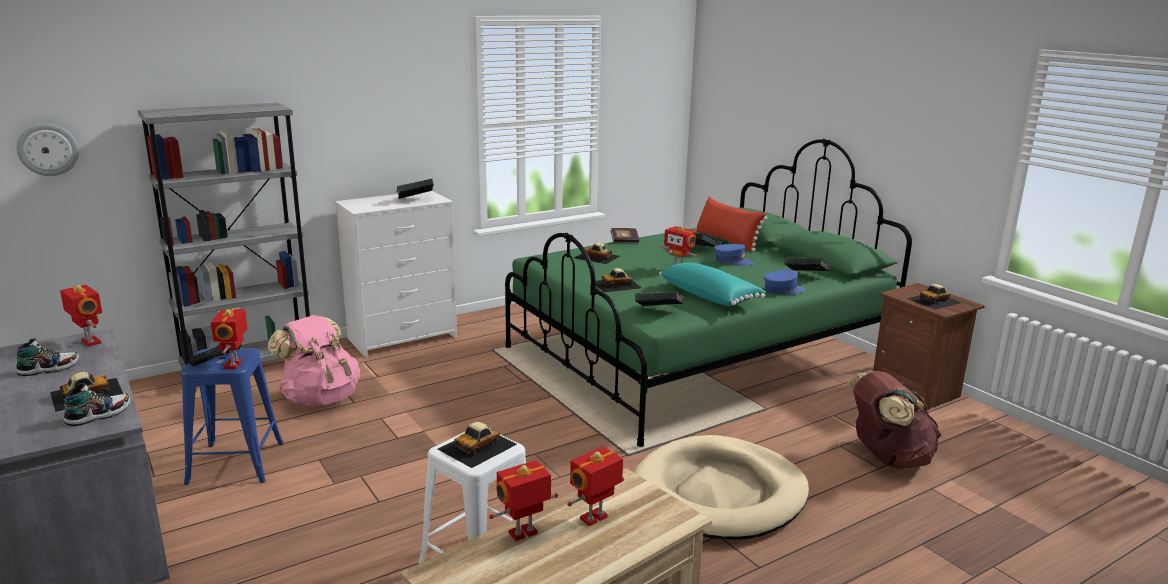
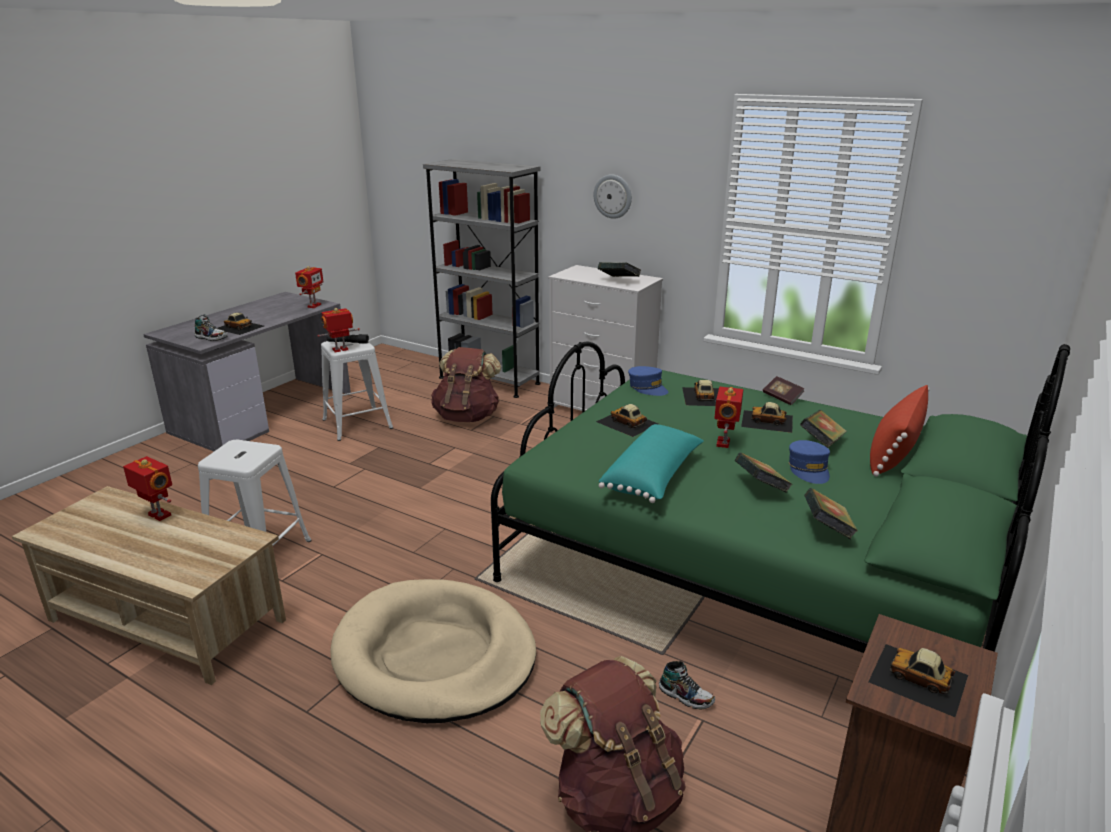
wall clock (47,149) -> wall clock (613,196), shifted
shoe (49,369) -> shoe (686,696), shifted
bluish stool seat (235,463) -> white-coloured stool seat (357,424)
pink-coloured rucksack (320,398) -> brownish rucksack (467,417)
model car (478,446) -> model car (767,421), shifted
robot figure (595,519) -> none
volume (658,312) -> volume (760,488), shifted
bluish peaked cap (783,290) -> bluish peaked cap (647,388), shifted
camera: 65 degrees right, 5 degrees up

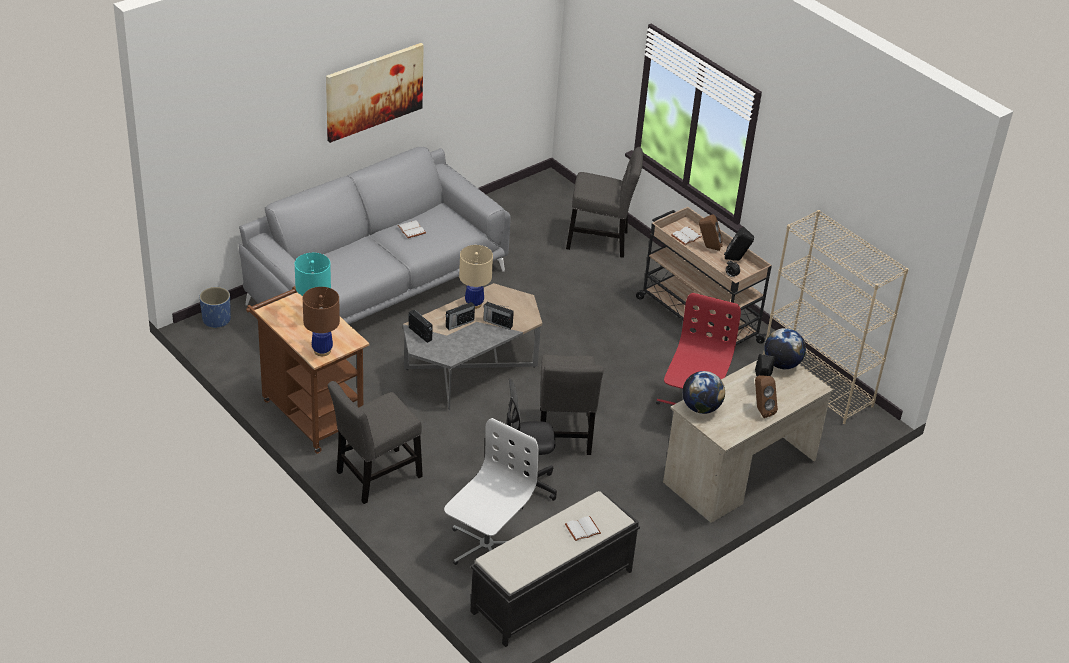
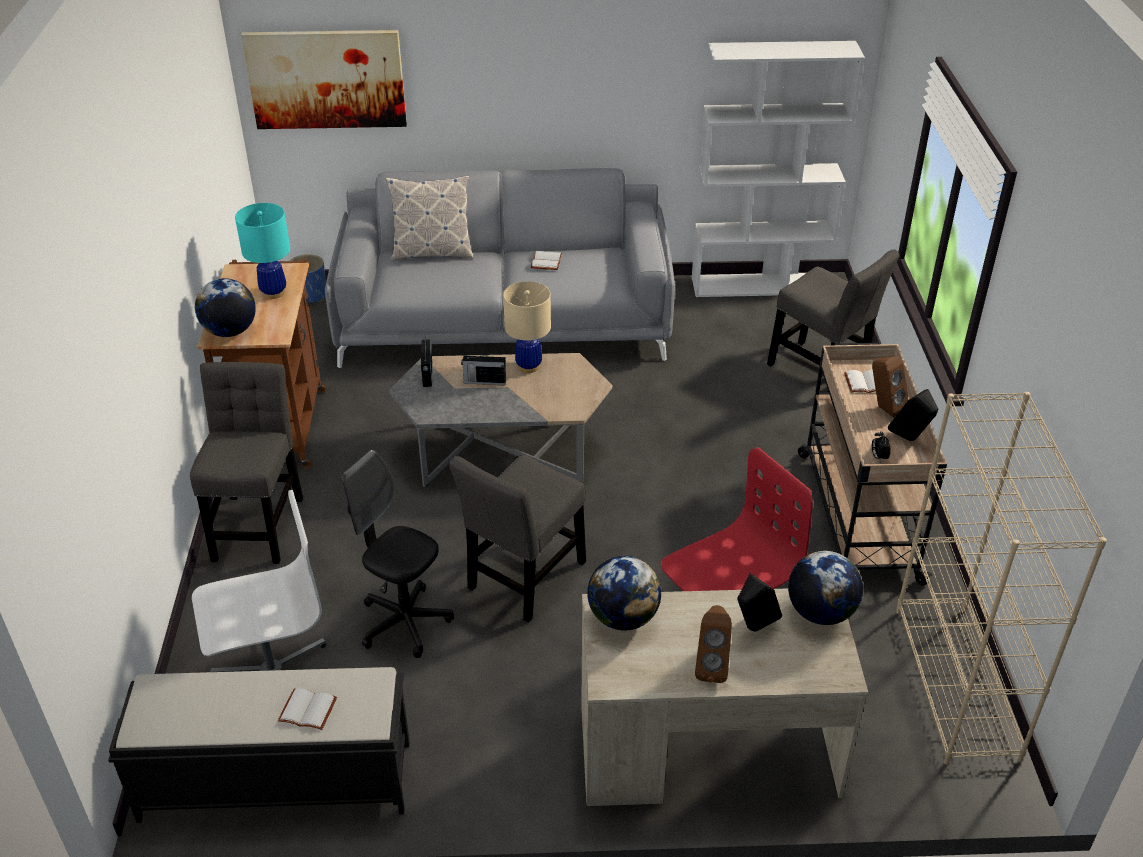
brownish table lamp (322,351) -> world globe (230,331)
wall art (374,91) -> wall art (326,79), shifted
greyish plain chair (375,476) -> greyish plain chair (258,524), 90 degrees clockwise
radio receiver (497,323) -> none
none -> throw pillow (432,252)
none -> white-coloured shelving unit (759,285)
camera: 40 degrees right, 0 degrees up

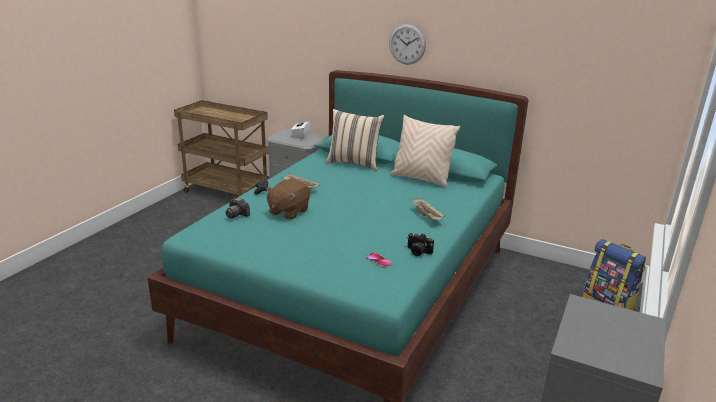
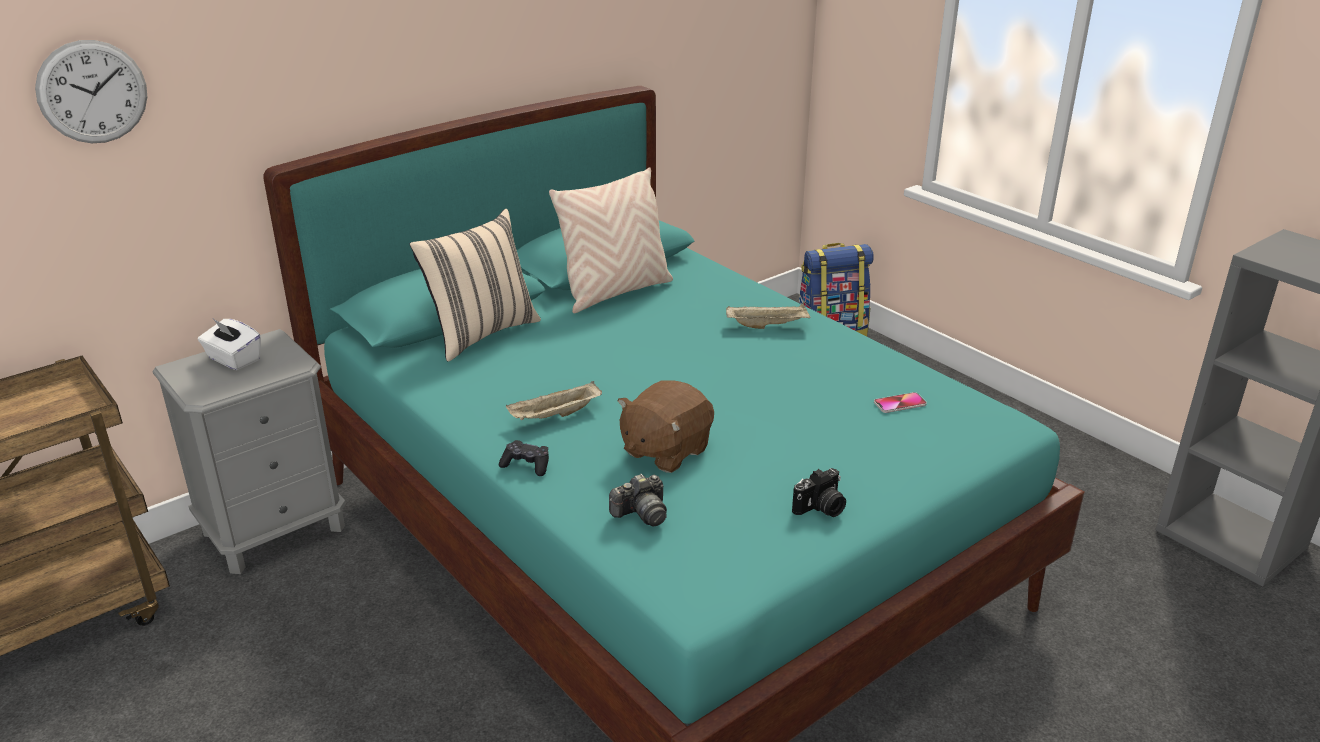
brownish soft toy (288,211) -> brownish soft toy (665,451), 75 degrees clockwise
wall clock (407,44) -> wall clock (92,92), shifted
photo camera (418,252) -> photo camera (821,508), shifted
camera: 65 degrees left, 5 degrees up

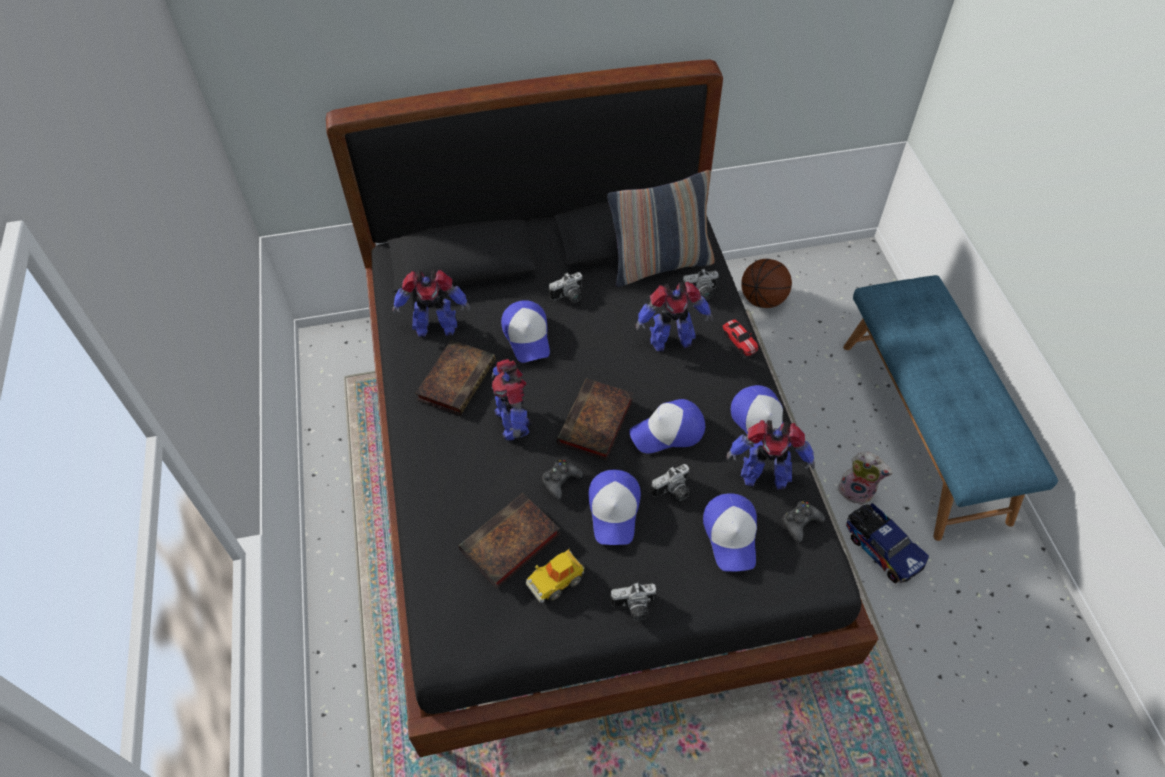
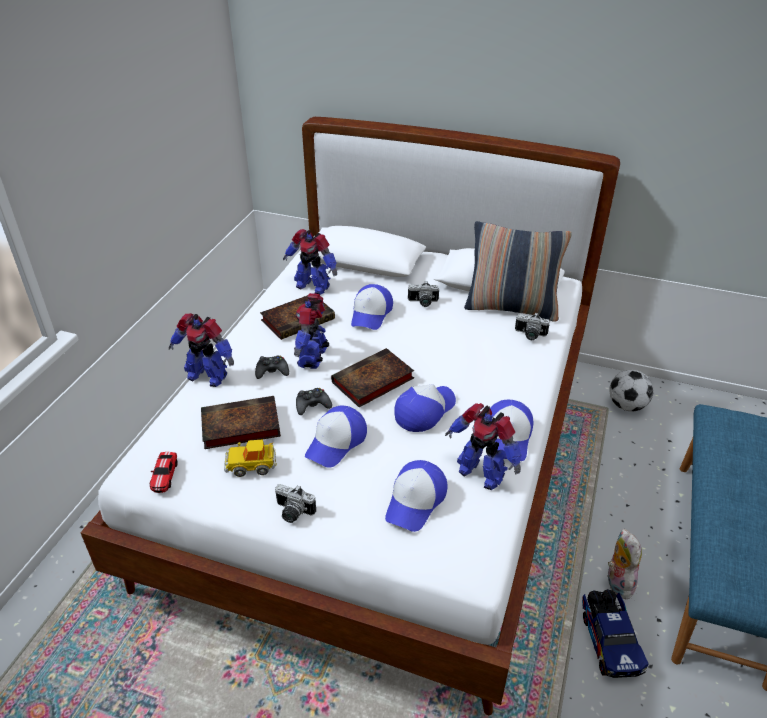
black bed (585,478) -> white-coloured bed (384,465)
peaked cap (668,432) -> peaked cap (424,411), 120 degrees clockwise
robot figure (670,339) -> robot figure (207,376), shifted
photo camera (673,492) -> none
model car (740,340) -> model car (165,475), shifted
basketball ball (763,299) -> ball for football (626,406)
black joypad (800,523) -> black joypad (272,371), shifted
soft toy (857,490) -> soft toy (617,582), 150 degrees counterclockwise
camera: 30 degrees right, 15 degrees down

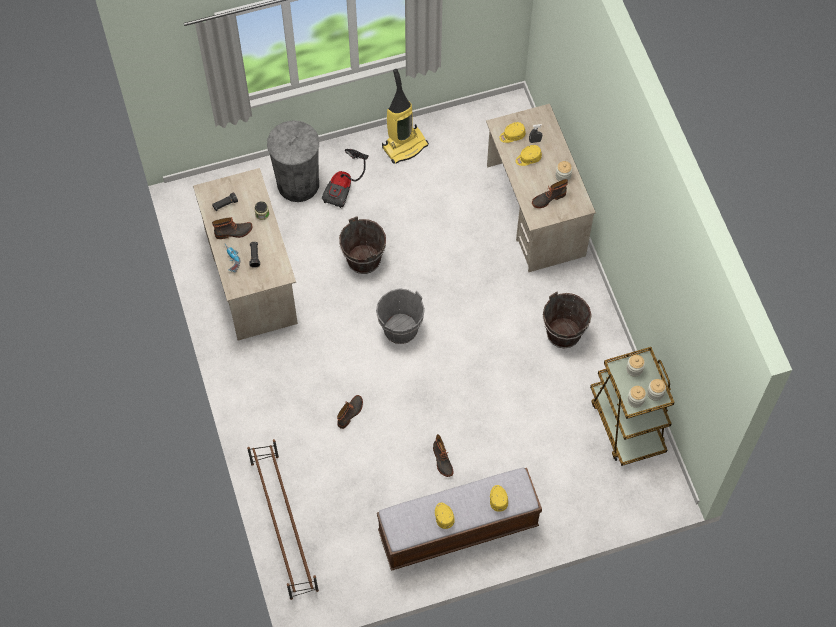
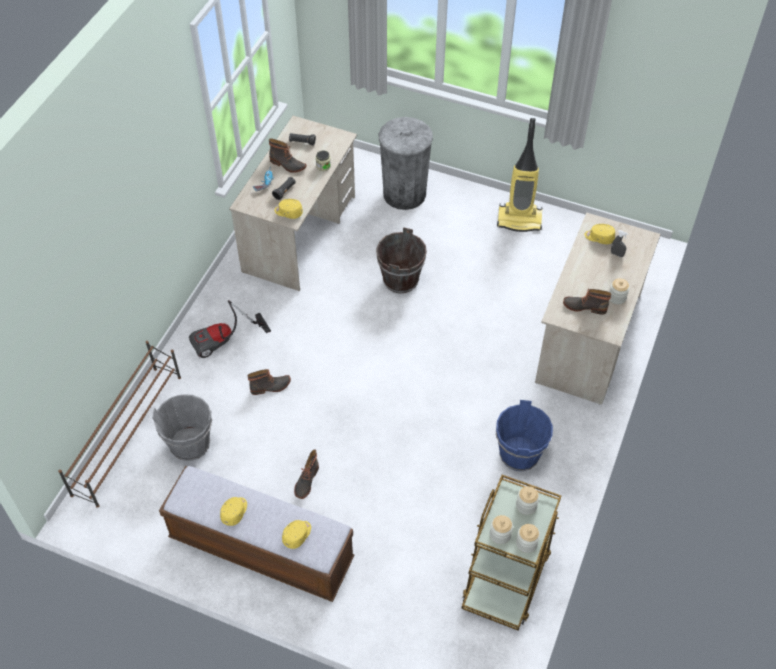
hoover (345,185) -> hoover (224,342), shifted
greyish pail (400,329) -> greyish pail (190,444), shifted
yellow peaked cap (528,158) -> yellow peaked cap (288,212), shifted
brownish pail (563,333) -> bluish pail (519,454)
camera: 40 degrees right, 10 degrees down

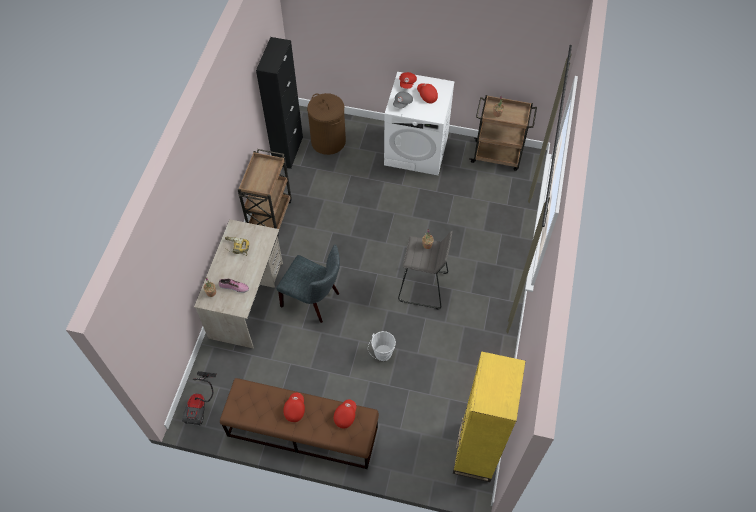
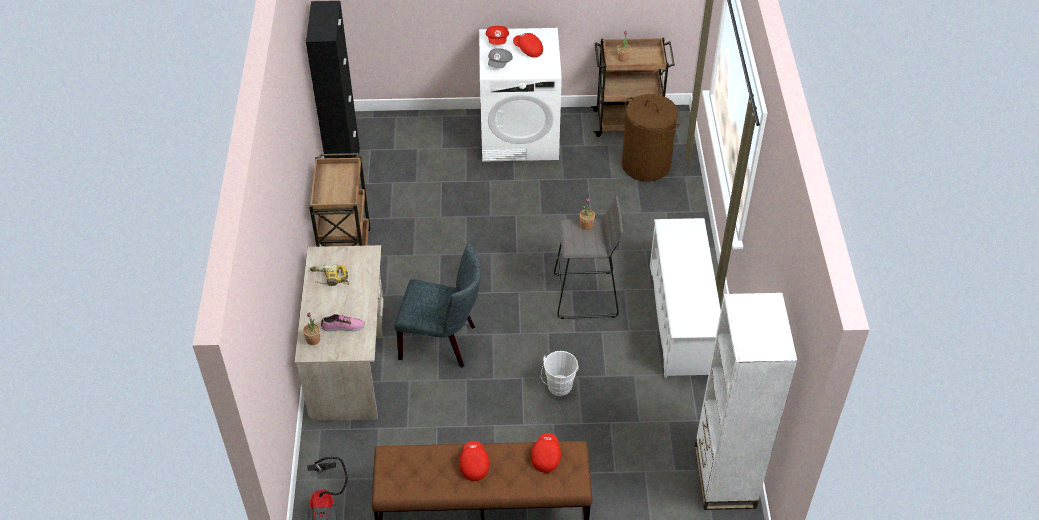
brownish hamper (328,141) -> brownish hamper (646,165), shifted
yellow shelving unit (475,451) -> white-coloured shelving unit (724,476)
none -> white-coloured shoe rack (681,319)
camera: 15 degrees left, 10 degrees down

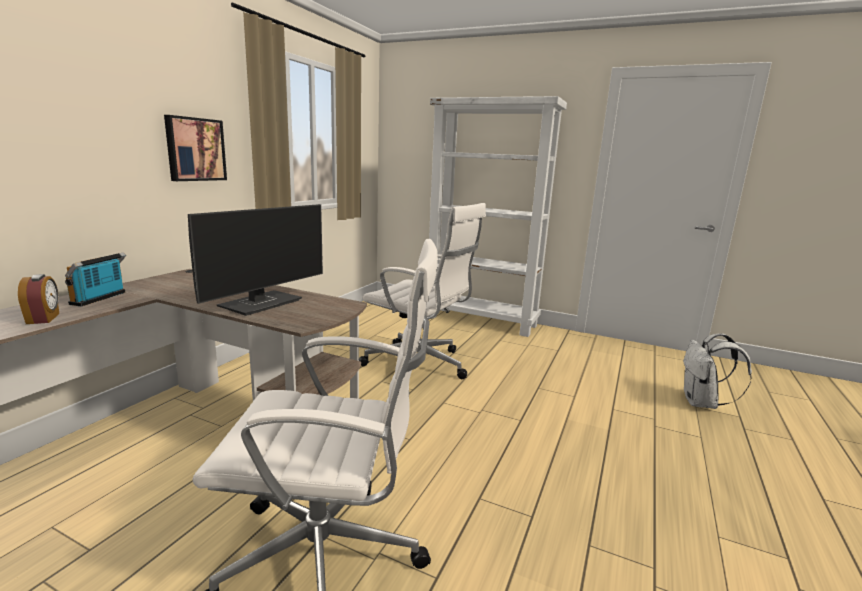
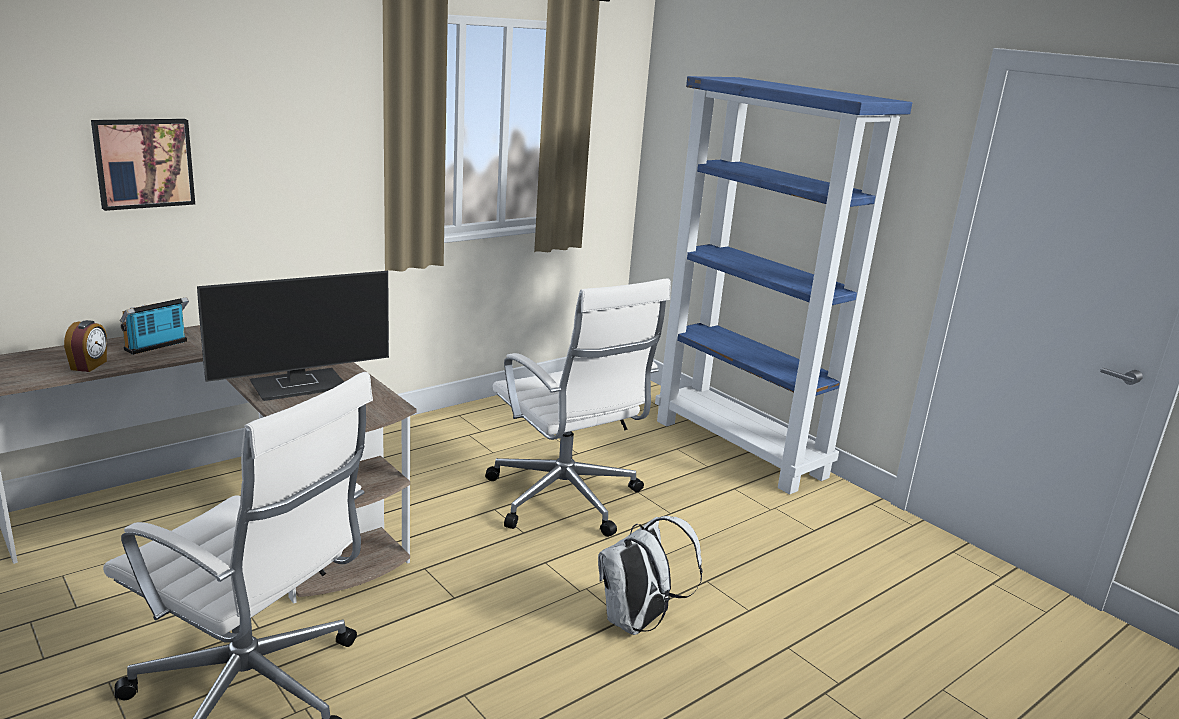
wall art (195,149) -> wall art (143,163), shifted
white-coloured shelving unit (481,321) -> bluish shelving unit (741,448)
white-coloured rucksack (702,403) -> white-coloured rucksack (638,623), shifted
camera: 25 degrees right, 5 degrees up

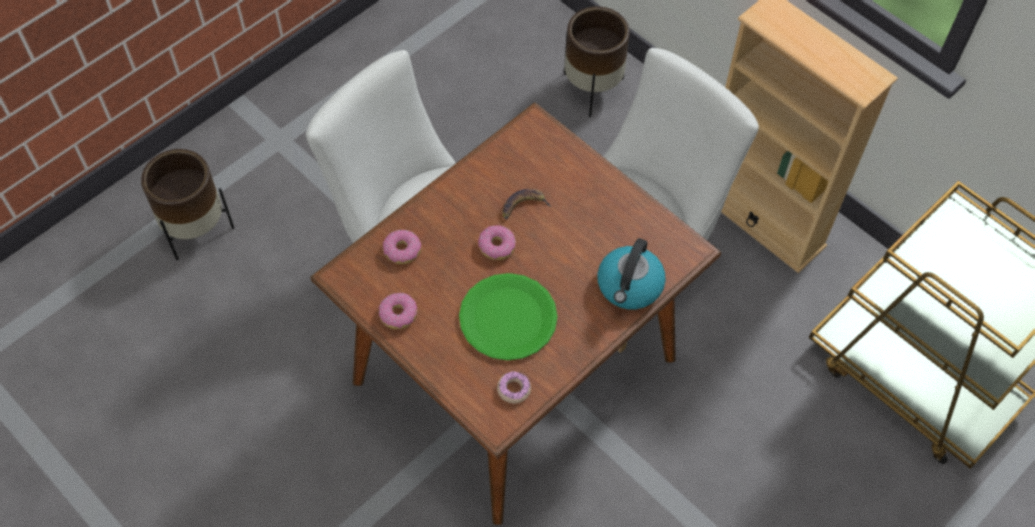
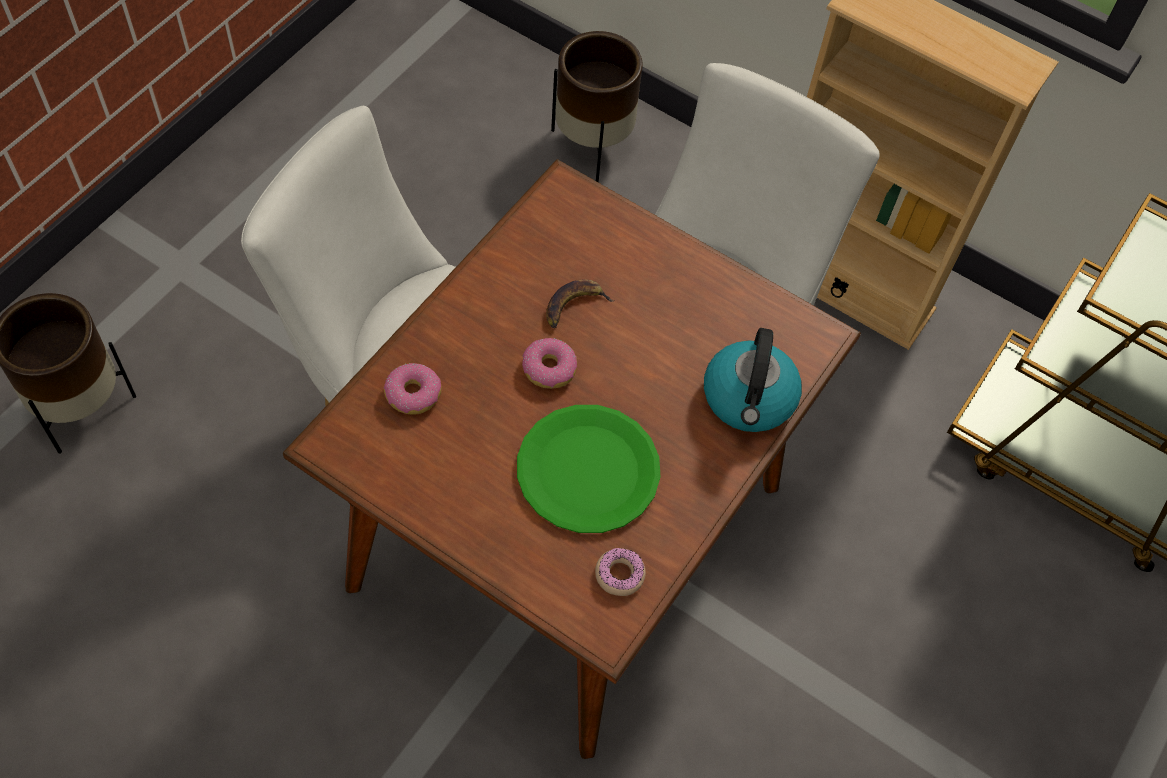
donut (398,315) -> none
camera: 15 degrees left, 0 degrees up

